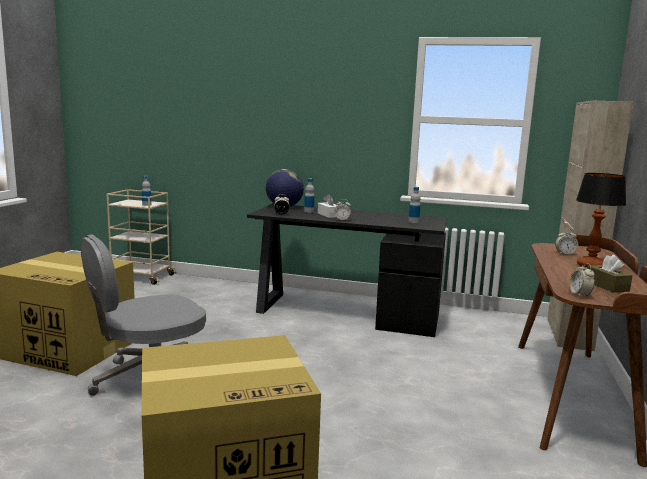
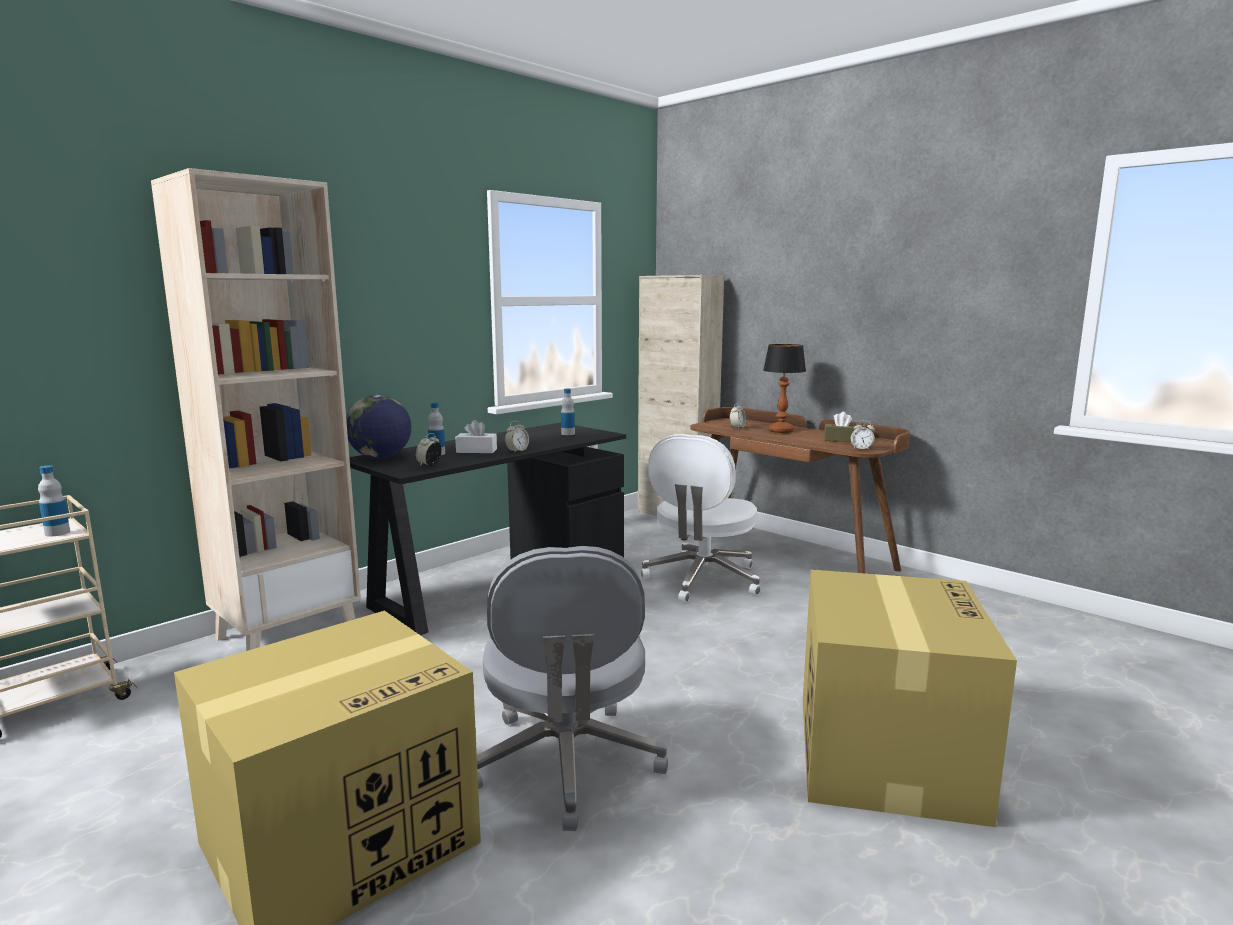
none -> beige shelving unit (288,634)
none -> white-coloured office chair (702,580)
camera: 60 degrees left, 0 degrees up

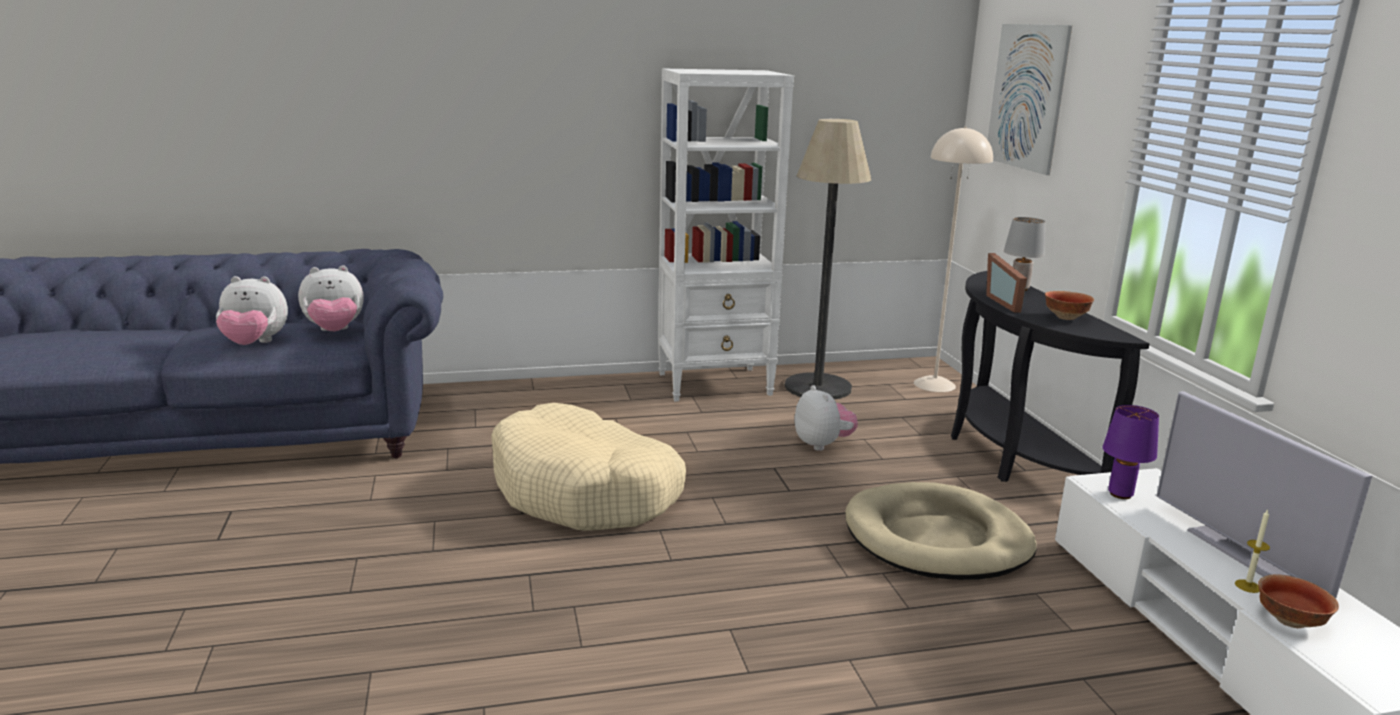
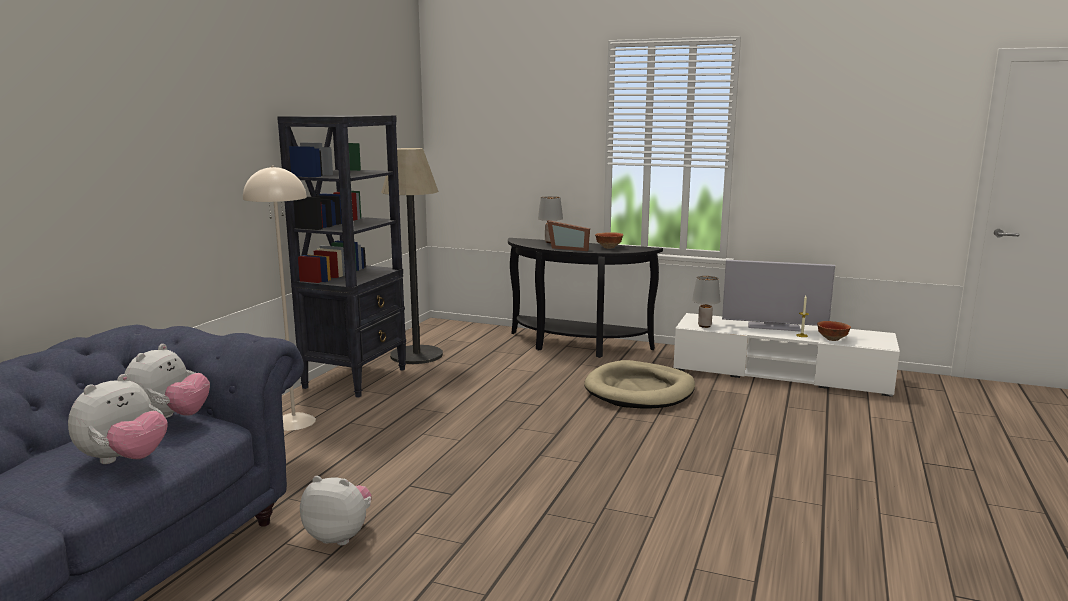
beige dog bed (585,491) -> none
white-coloured shelving unit (716,384) -> black shelving unit (356,378)
soft toy (823,445) -> soft toy (340,536), shifted
beige standing lamp (934,384) -> beige standing lamp (294,421), shifted
wall art (1027,97) -> none
purple-coloured table lamp (1119,494) -> greyish table lamp (704,326)
camera: 55 degrees left, 5 degrees down

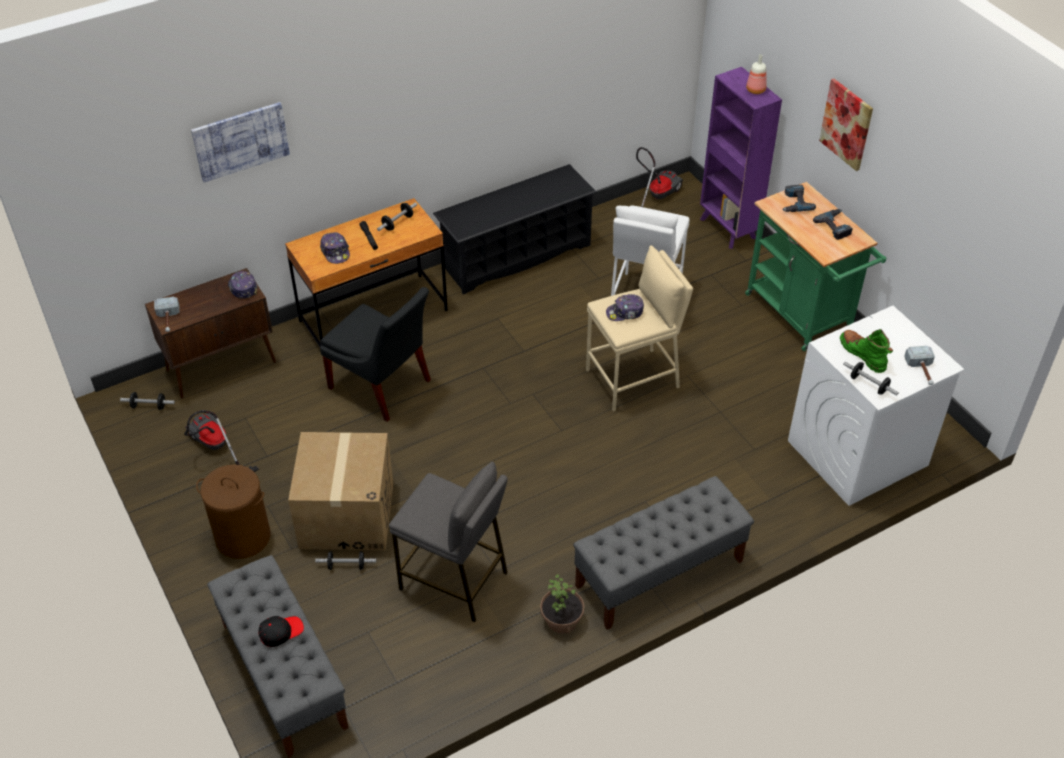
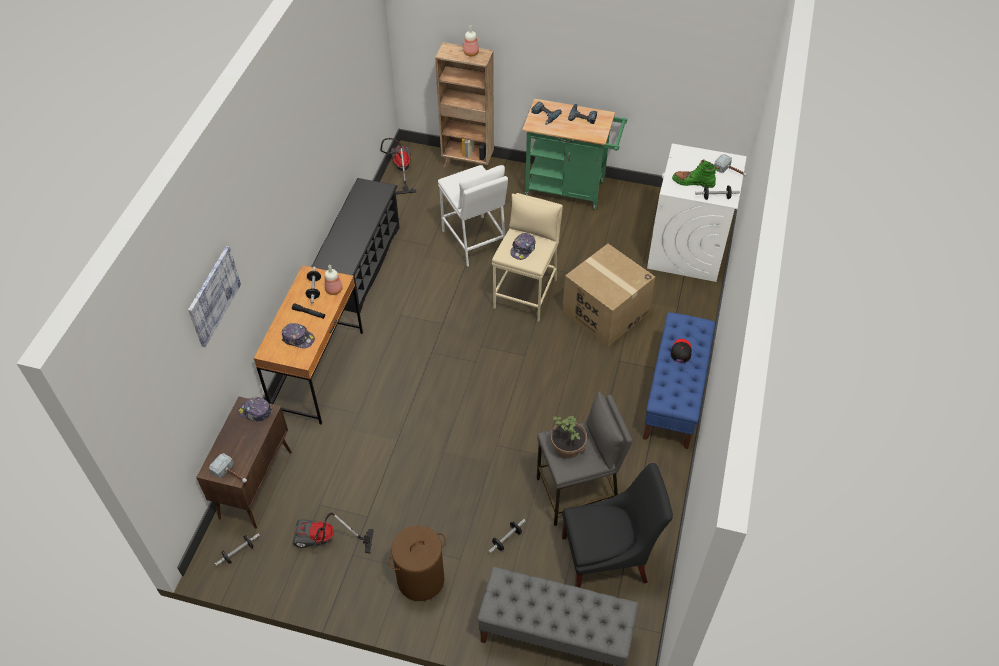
black peaked cap (281,632) -> black peaked cap (681,351), shifted
carton (346,514) -> carton (605,312), shifted
black plain chair (382,387) -> black plain chair (608,558), shifted
potted plant (562,620) -> potted plant (568,447), shifted
greyish indoor bench (659,574) -> bluish indoor bench (675,395)
purple-coloured shelving unit (728,229) -> brownish shelving unit (468,163)
wall art (846,124) -> none
none -> bottle (333,289)
camera: 45 degrees left, 5 degrees up

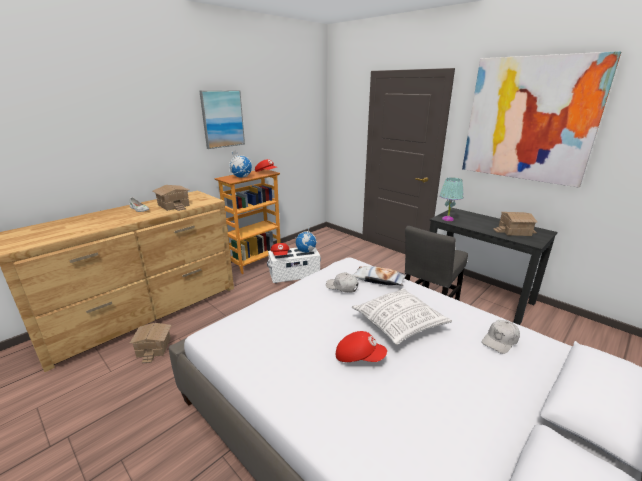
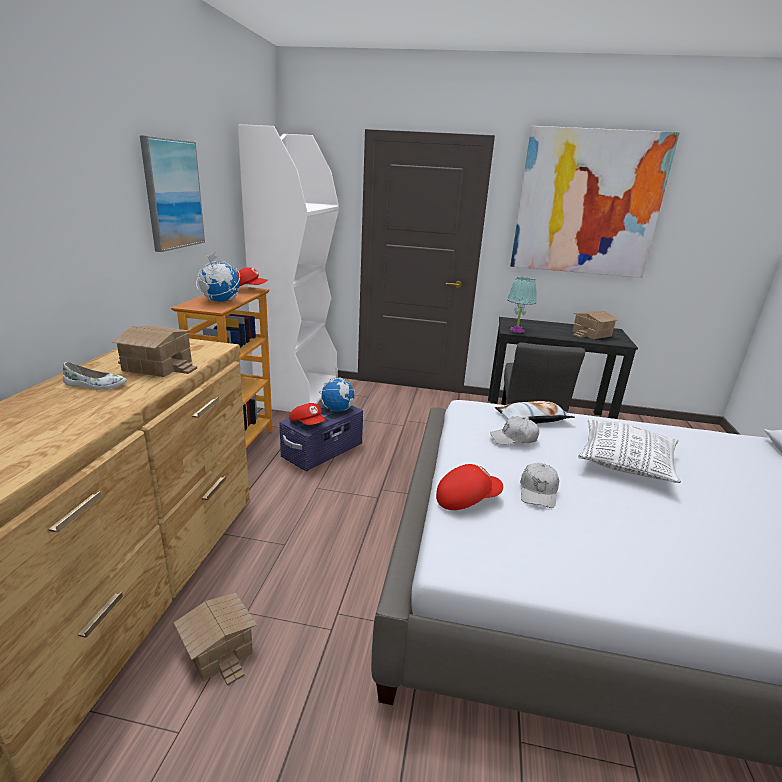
white-coloured storage box (294,275) -> purple-coloured storage box (323,451)
red peaked cap (359,357) -> red peaked cap (466,499), shifted
white-coloured peaked cap (500,341) -> white-coloured peaked cap (538,492), shifted
none -> white-coloured shelving unit (298,391)
camera: 35 degrees left, 0 degrees up

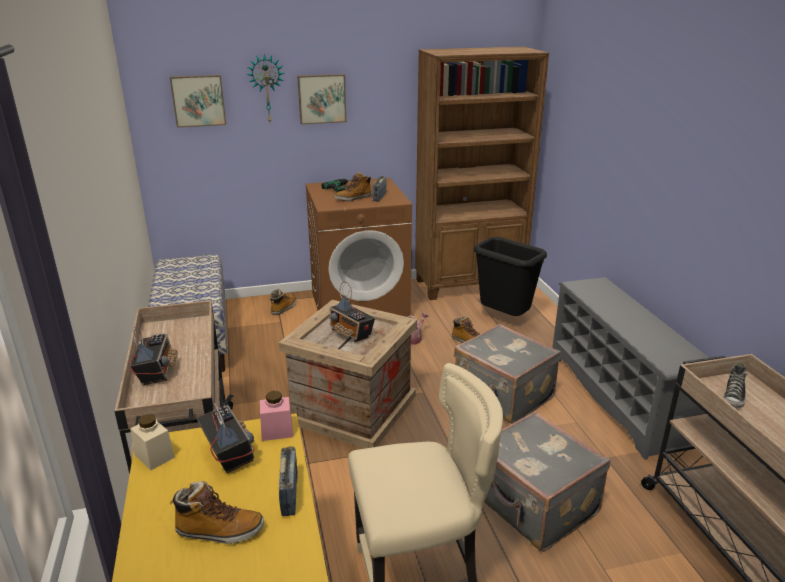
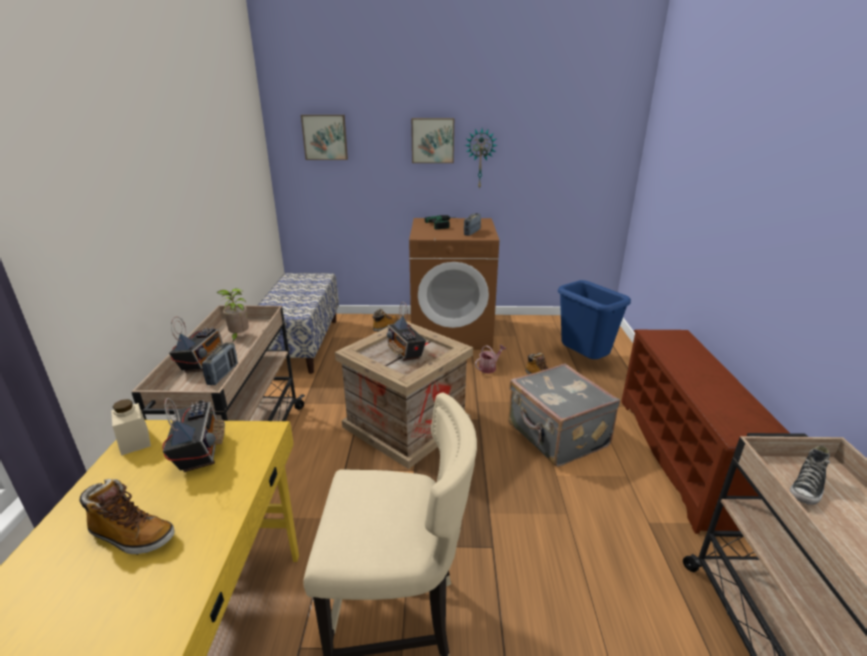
wall clock (266,89) -> wall clock (480,158), shifted
pink-coloured jar (277,431) -> none
radio receiver (289,494) -> radio receiver (223,374), shifted
boot (353,198) -> none
brownish shelving unit (469,285) -> none
black trash can (504,318) -> bluish trash can (583,360)
greyish suitcase (533,506) -> none
greyish shoe rack (617,397) -> brownish shoe rack (681,457)
none -> potted plant (239,337)
camera: 15 degrees right, 0 degrees up

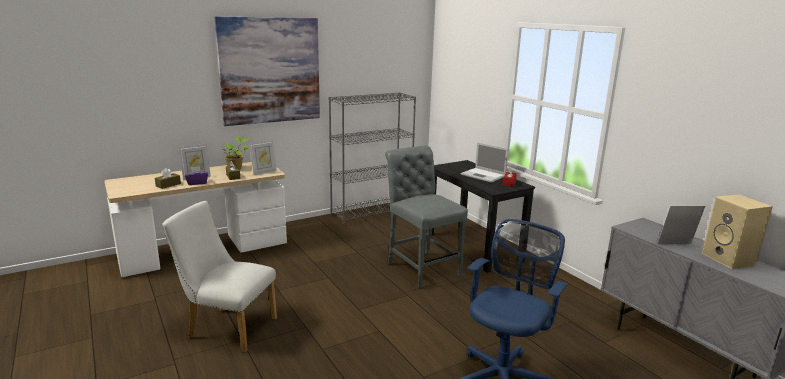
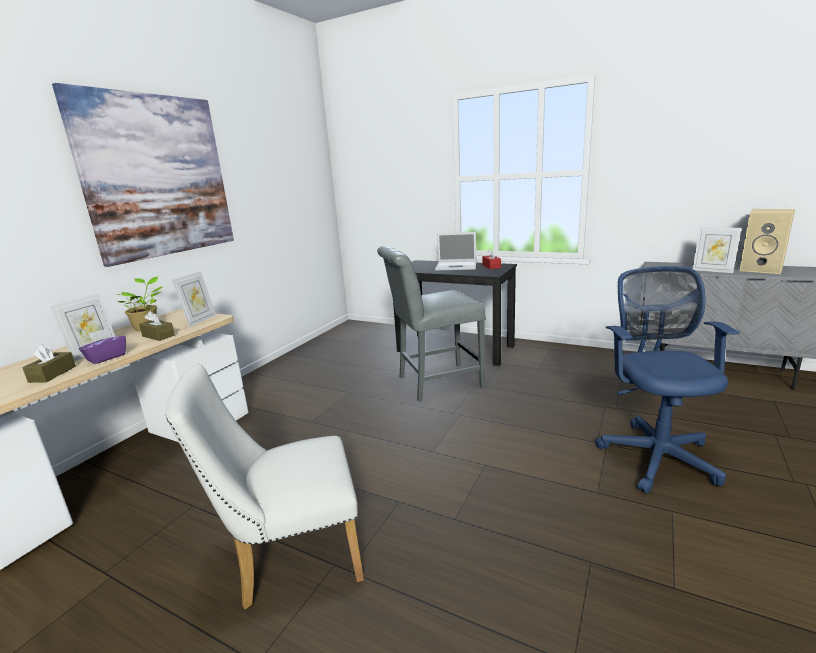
greyish shelving unit (371,212) -> none
greyish plain chair (421,267) -> greyish plain chair (435,382), 45 degrees counterclockwise
standing frame (676,245) -> standing frame (712,270), 105 degrees counterclockwise
camera: 30 degrees left, 0 degrees up

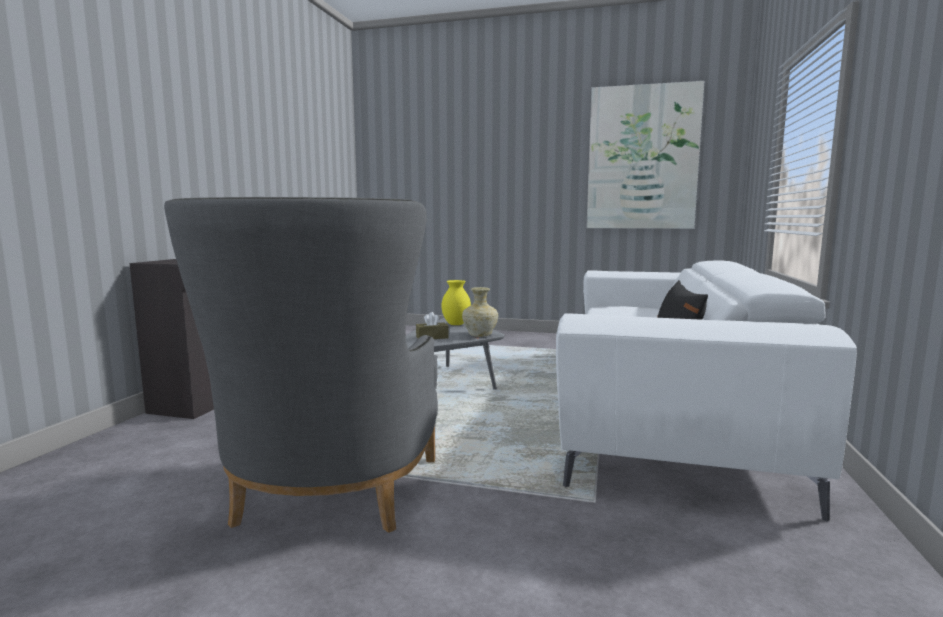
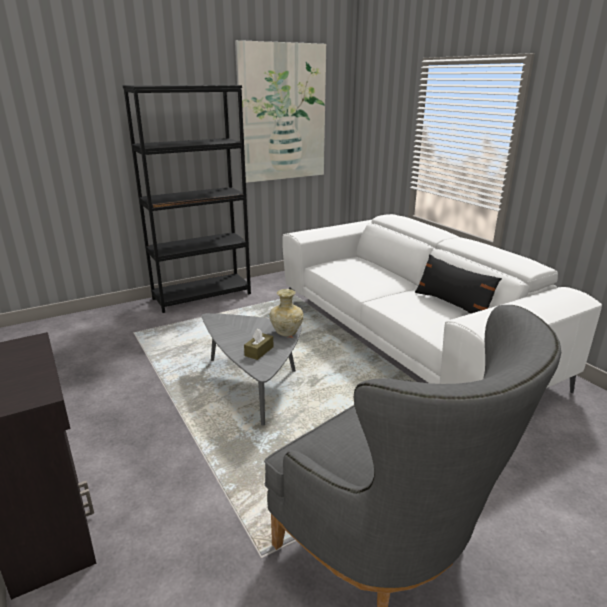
yellow decorative vase (456,324) -> none
none -> black shelving unit (202,296)
camera: 45 degrees left, 15 degrees up

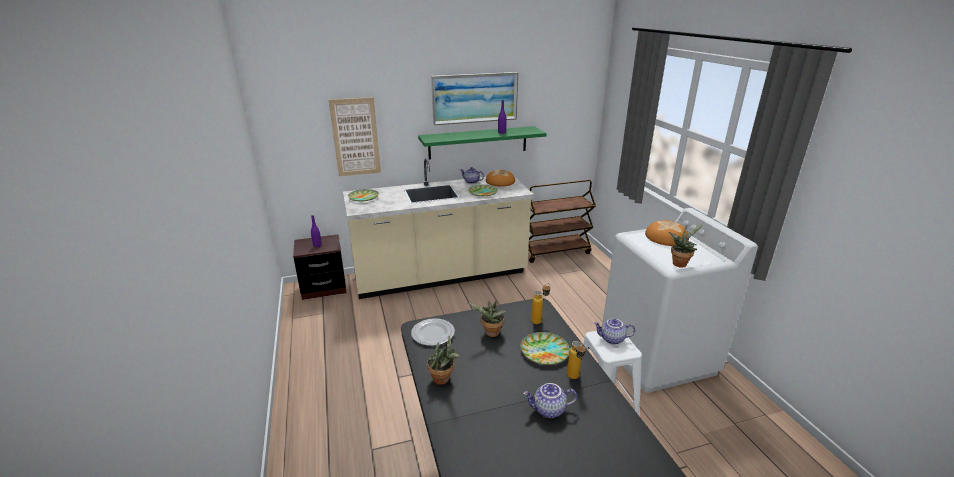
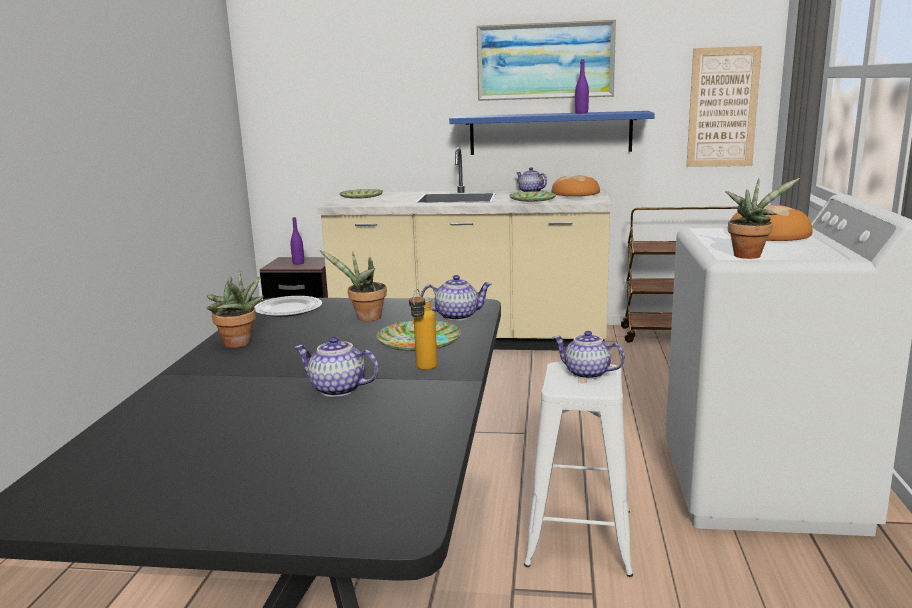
wall art (355,137) -> wall art (722,108), shifted
green-coloured bracket shelf (478,142) -> bluish bracket shelf (550,133)
bottle (539,320) -> tea pot (457,316)
camera: 25 degrees right, 10 degrees down

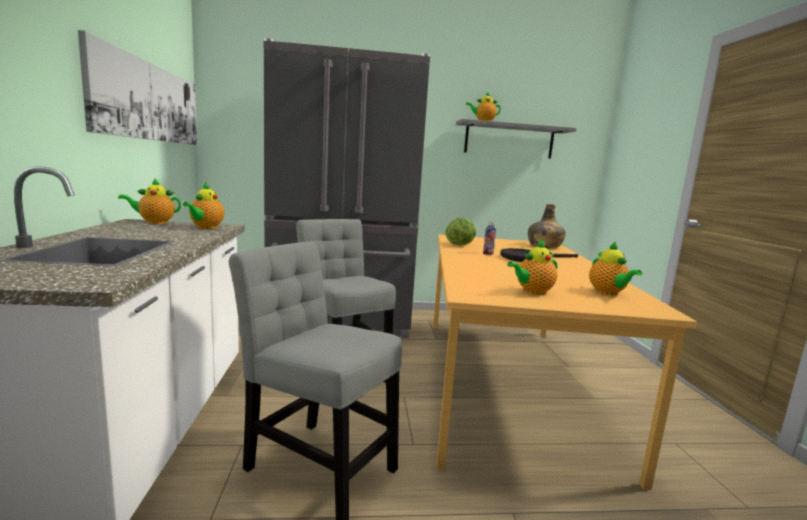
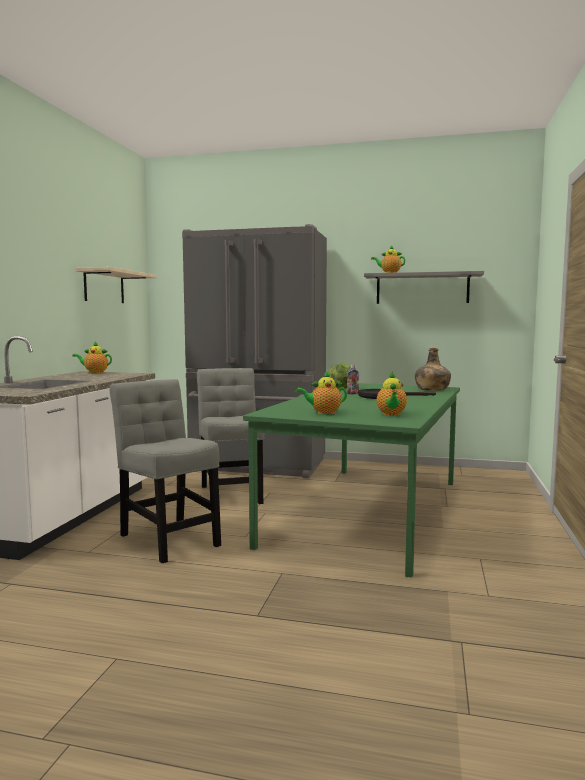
wall art (150,102) -> beige bracket shelf (104,287)
tea pot (205,227) -> none
orange dinner table (505,381) -> green-coloured dinner table (367,510)
camera: 20 degrees right, 5 degrees down

